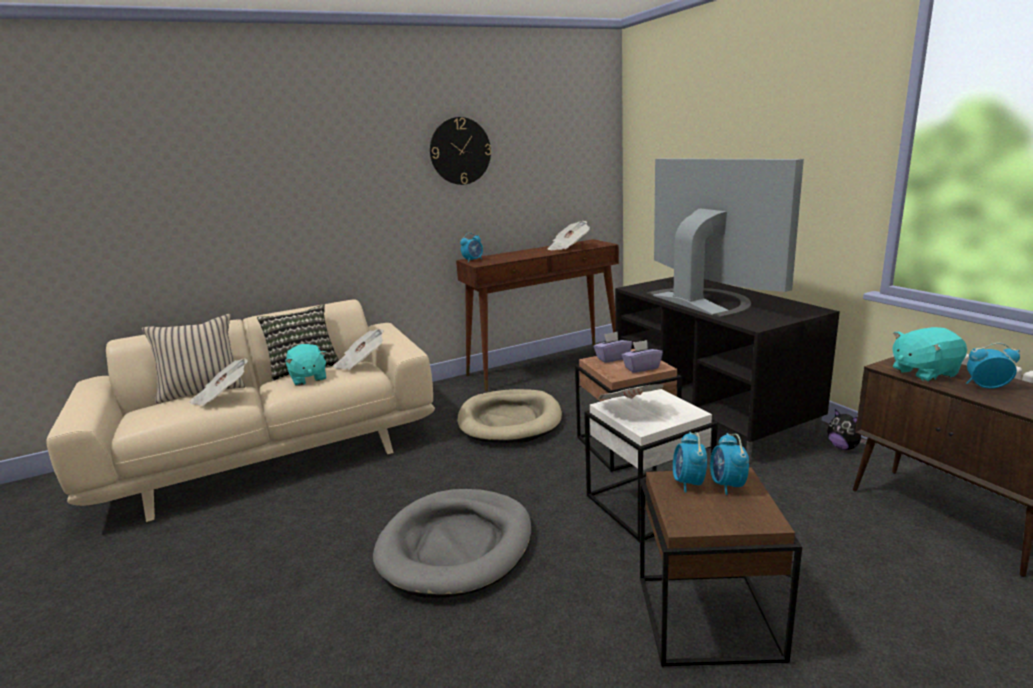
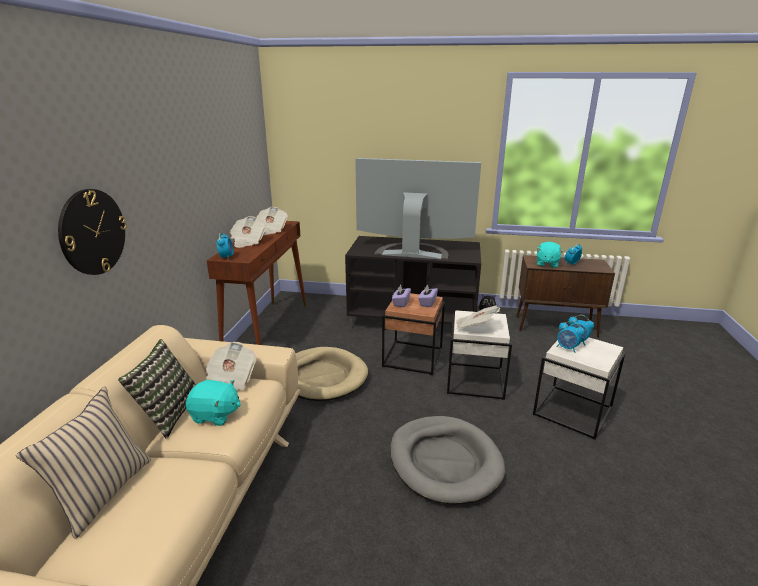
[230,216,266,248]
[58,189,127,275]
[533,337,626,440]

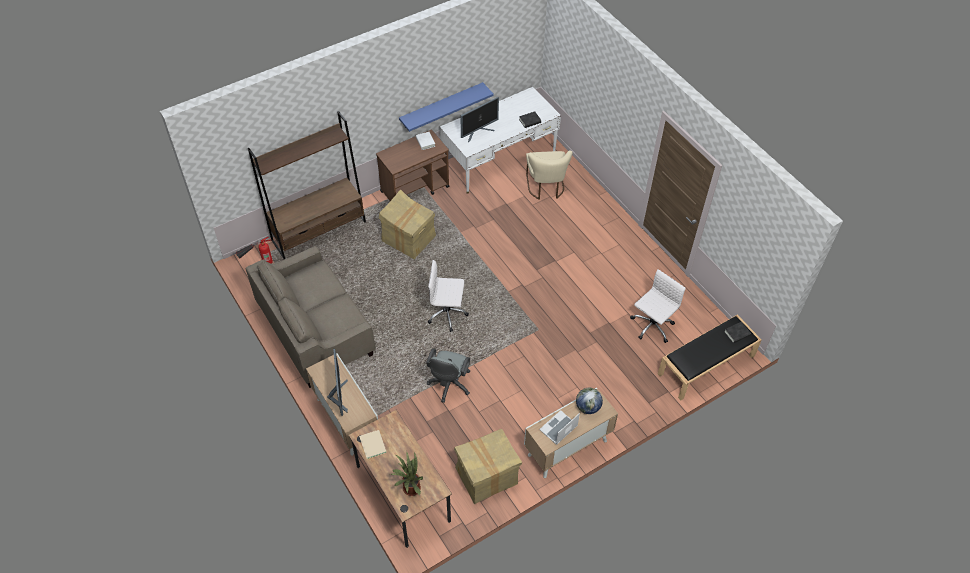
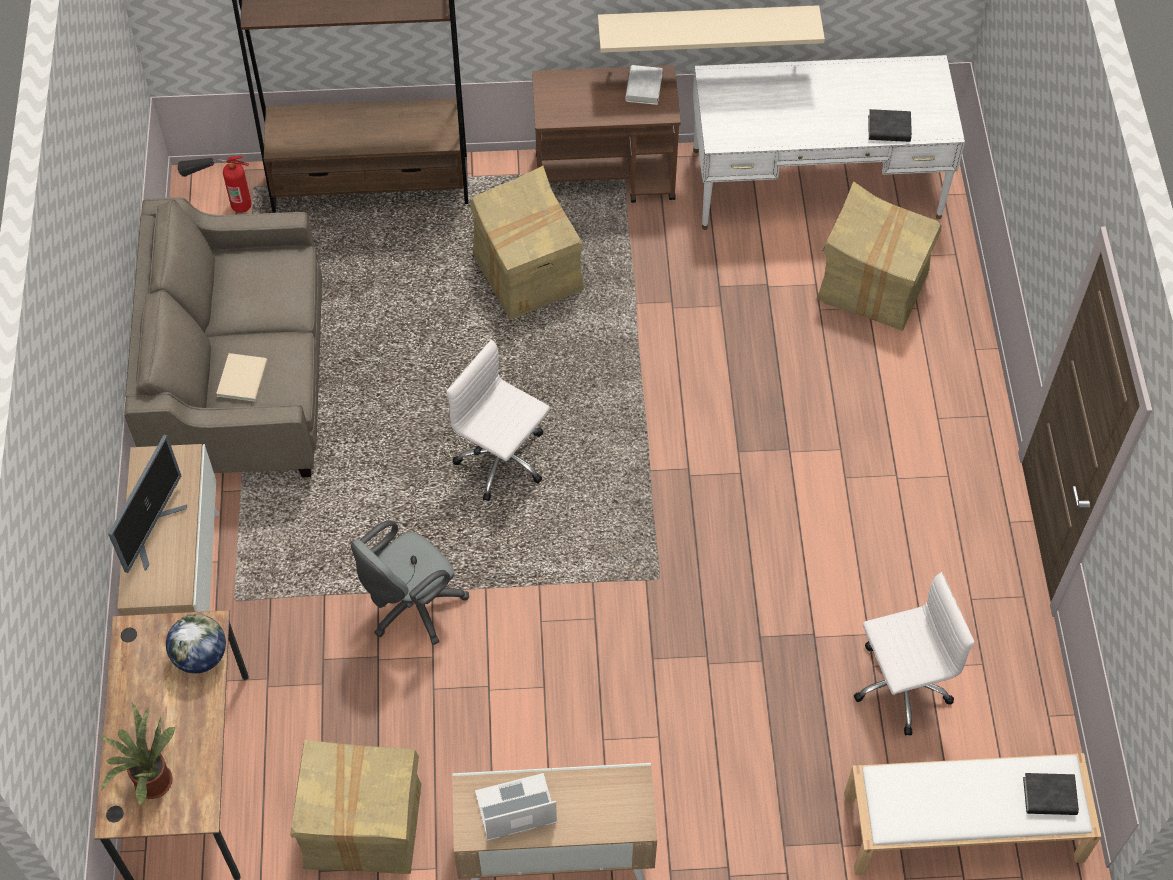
[461,97,499,142] (first image)
[216,353,267,402]
[166,614,226,674]
[817,181,941,331]
[598,5,825,53]
[844,753,1101,875]

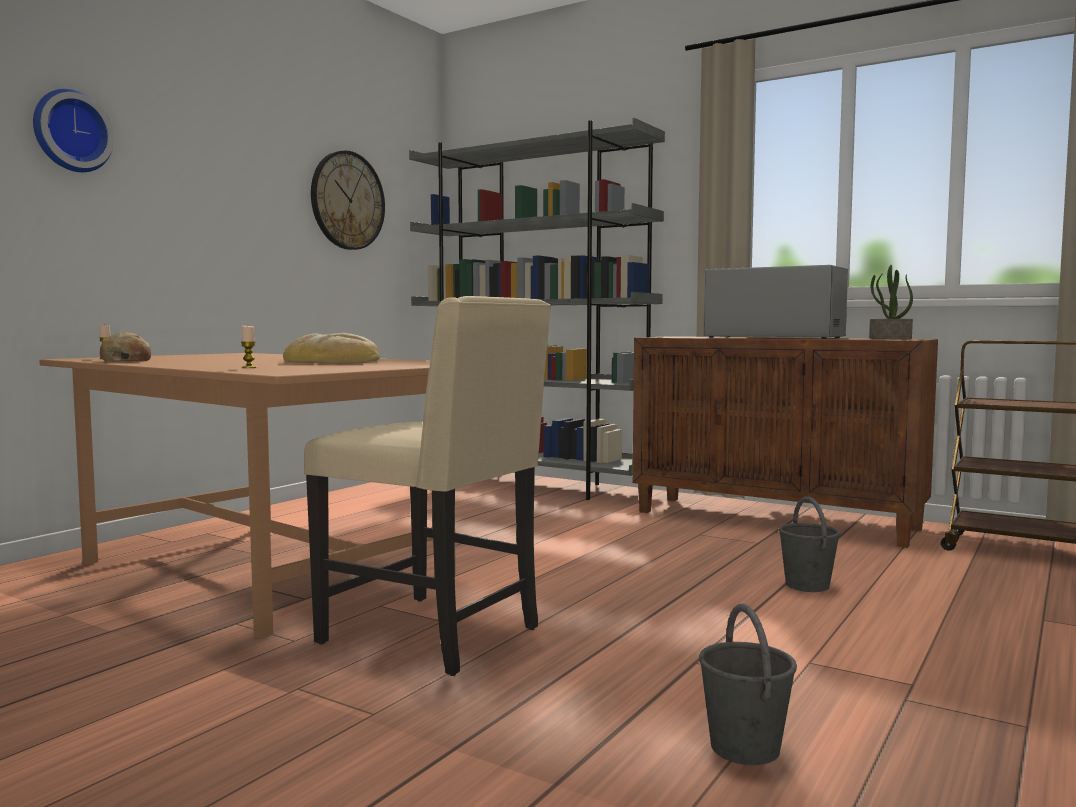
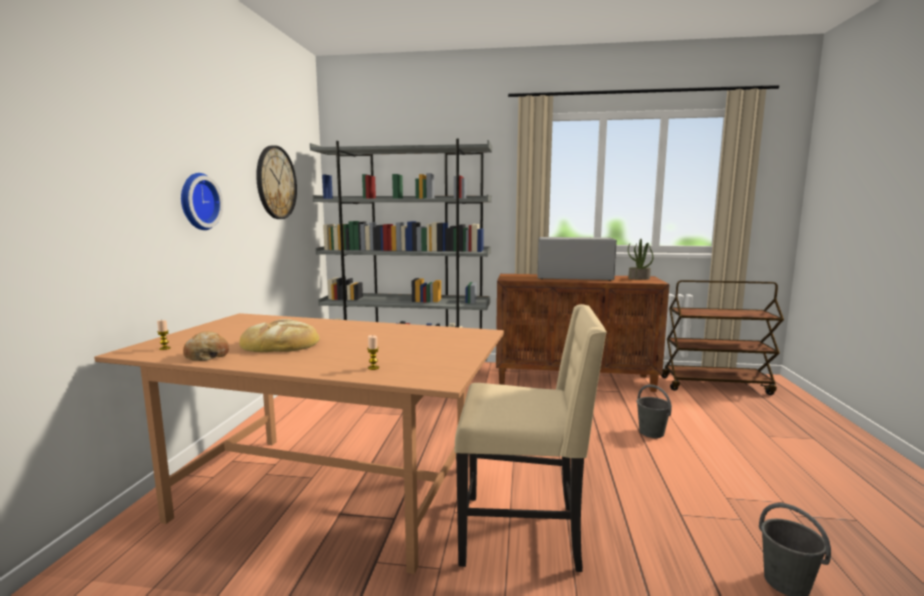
[181,173,223,230]
[239,319,320,352]

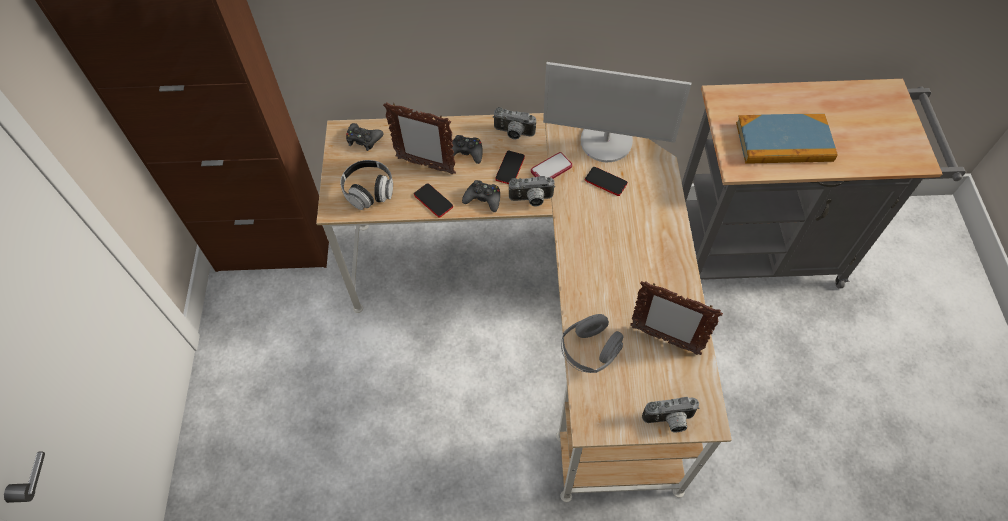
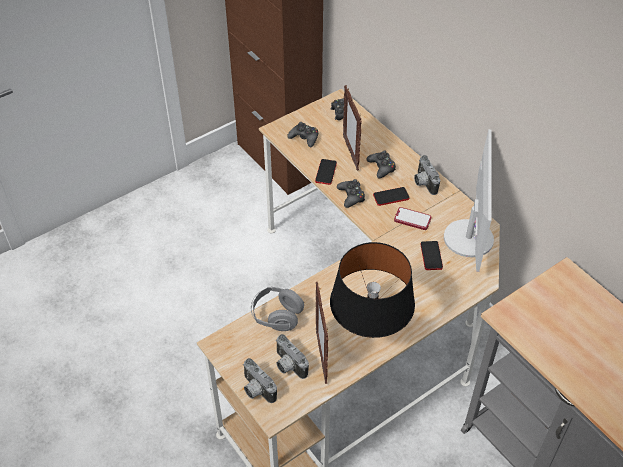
[736,114,838,164] (first image)
[330,242,415,338]
[275,334,309,379]
[287,122,318,147]
[444,129,494,272]

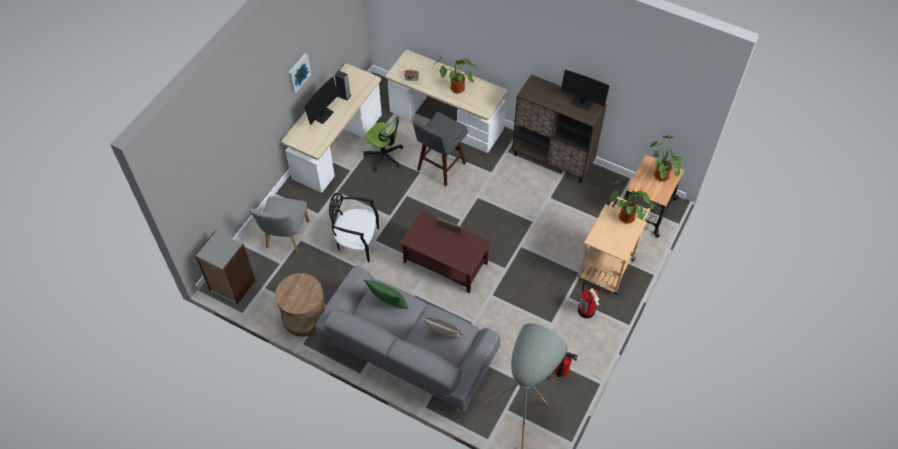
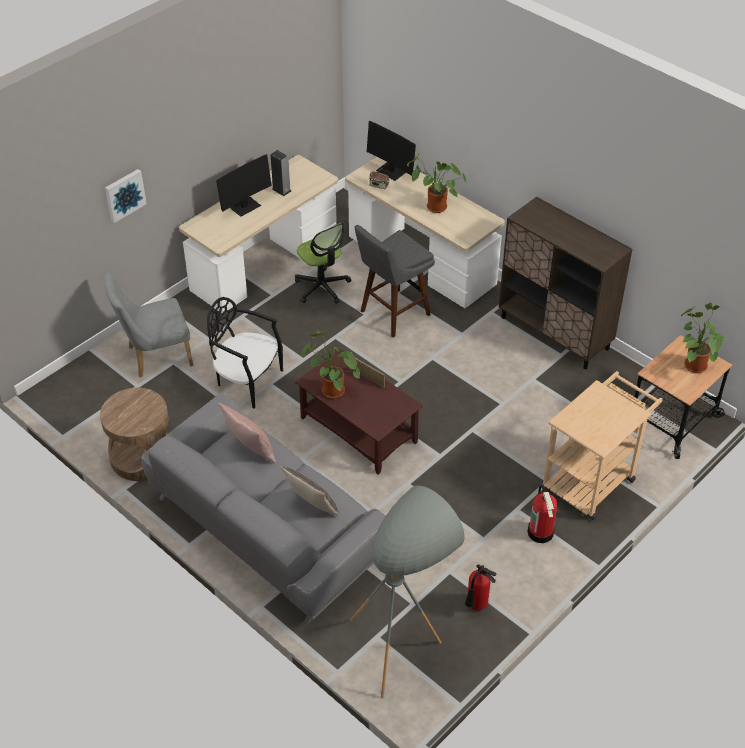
[195,230,256,305] (first image)
[105,169,147,223]
[367,121,416,181]
[301,329,360,399]
[218,402,276,463]
[104,272,193,378]

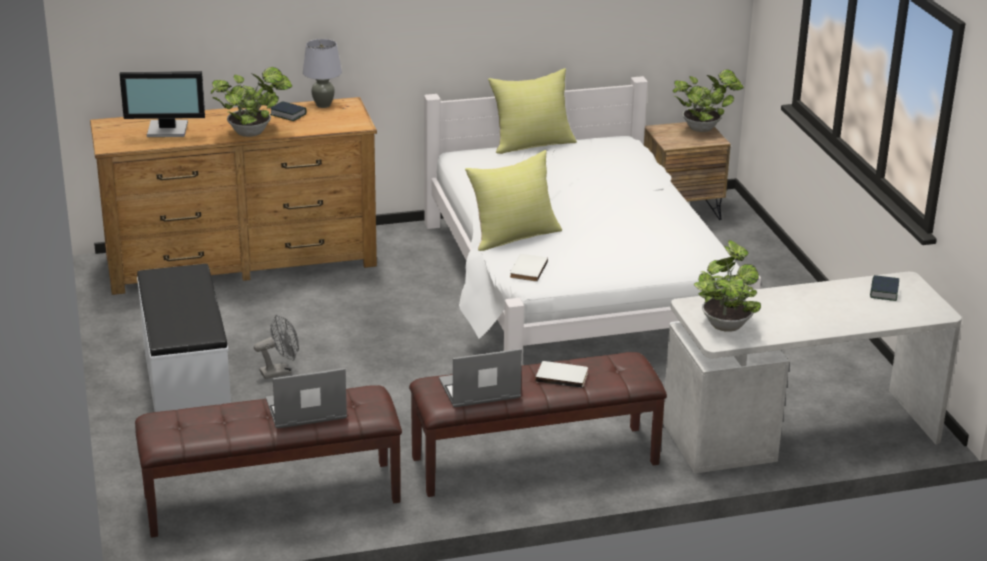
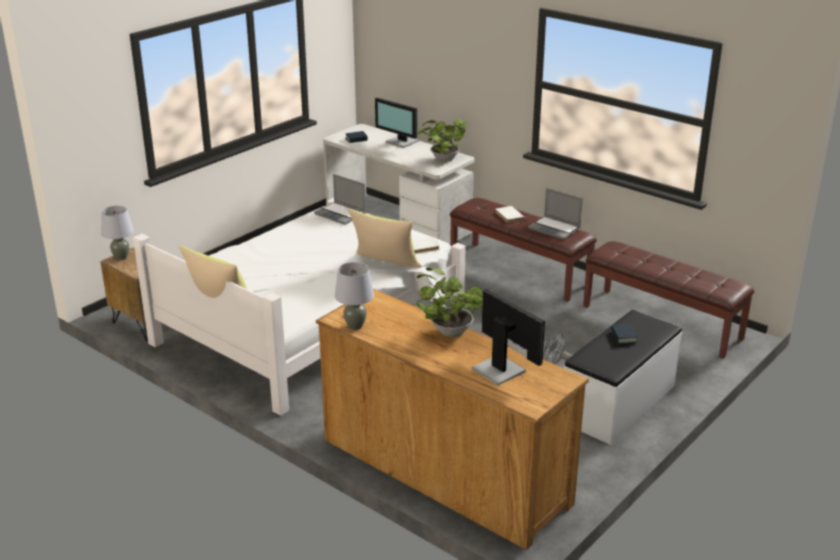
[375,97,419,148]
[314,174,366,225]
[611,324,637,344]
[101,206,134,260]

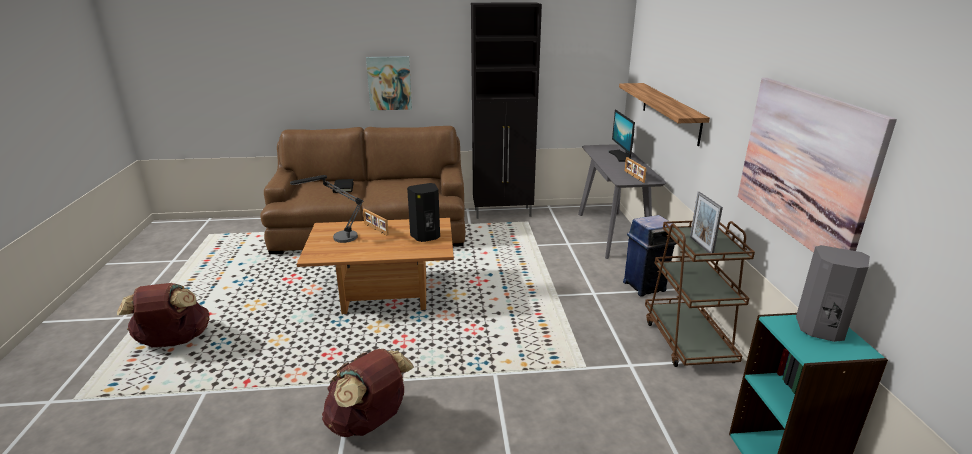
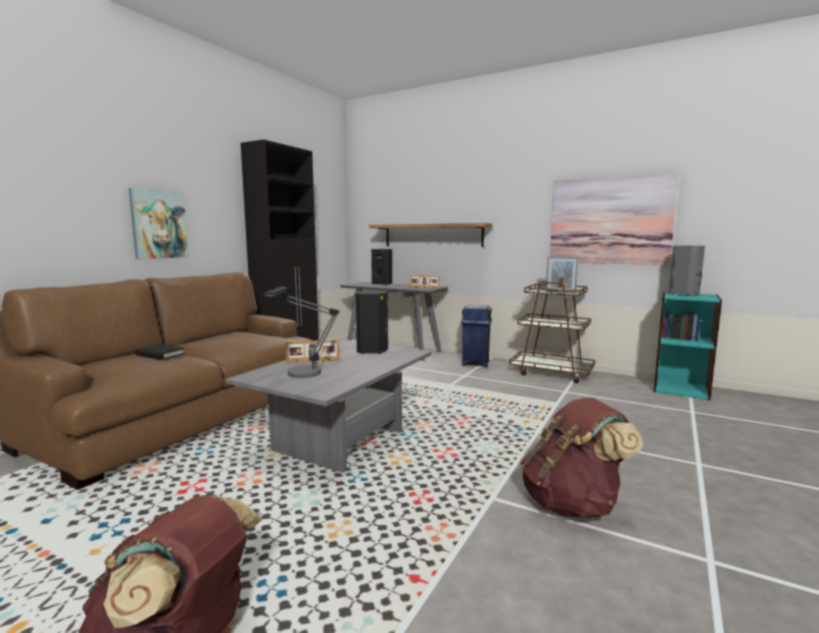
[371,249,392,285]
[225,340,432,473]

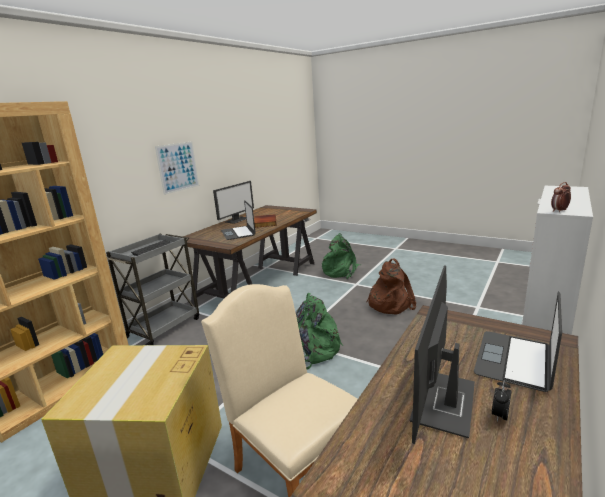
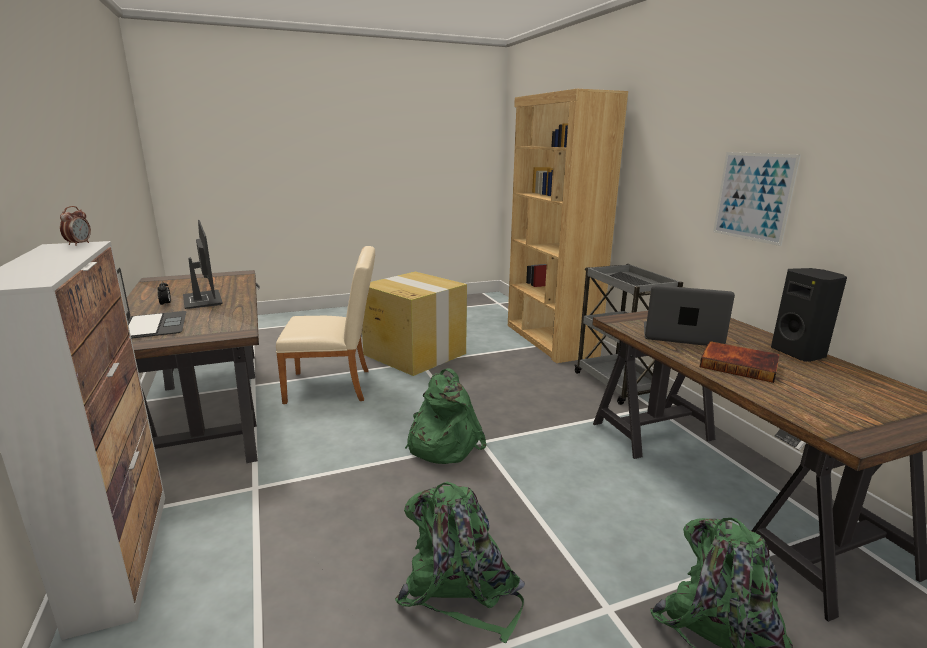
[771,268,847,362]
[395,482,525,643]

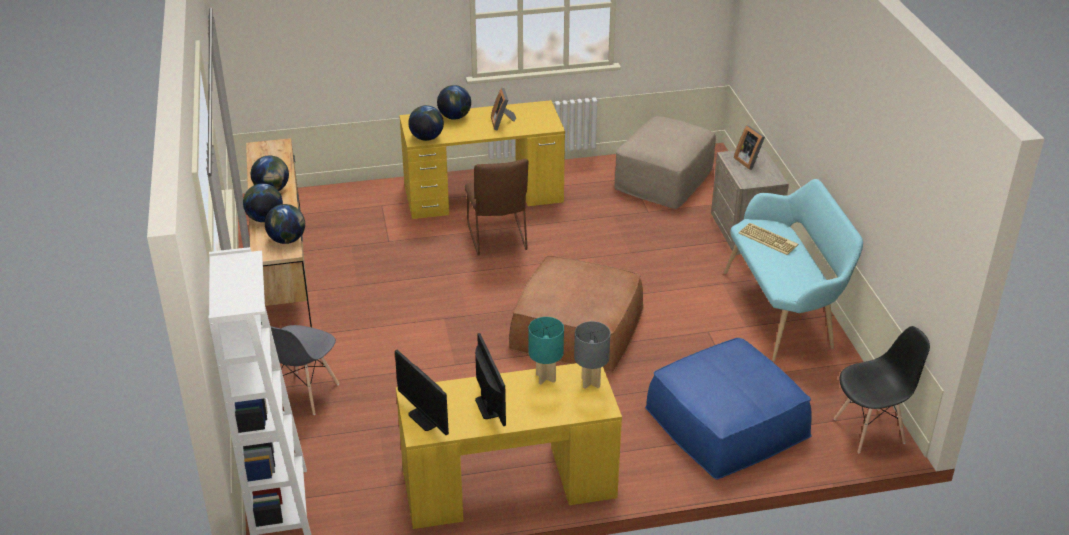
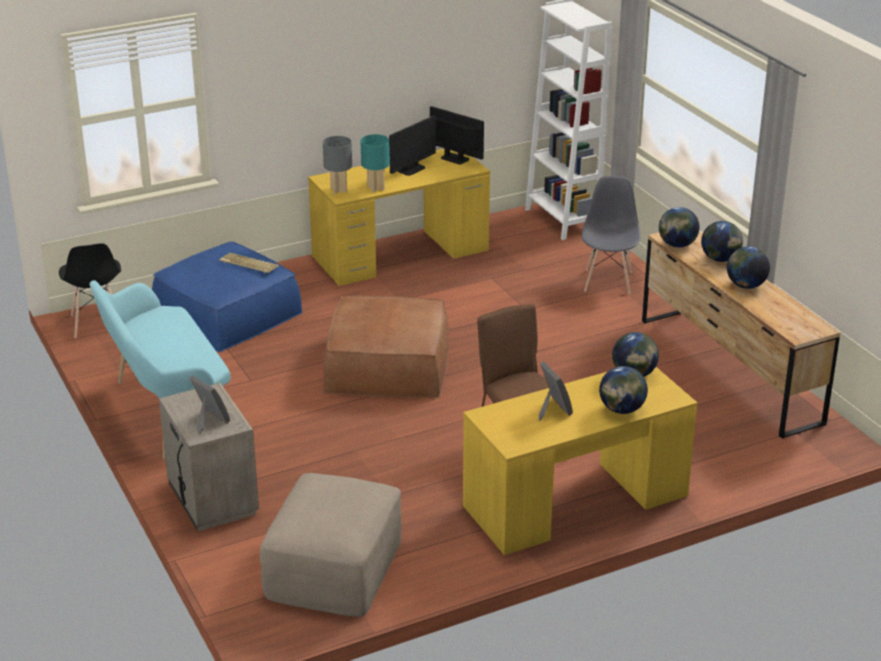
[219,253,279,273]
[389,115,436,176]
[59,243,121,338]

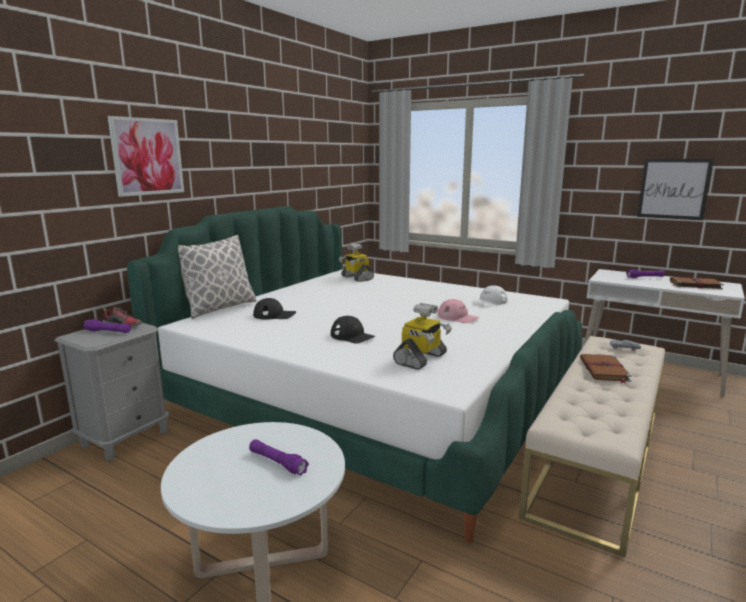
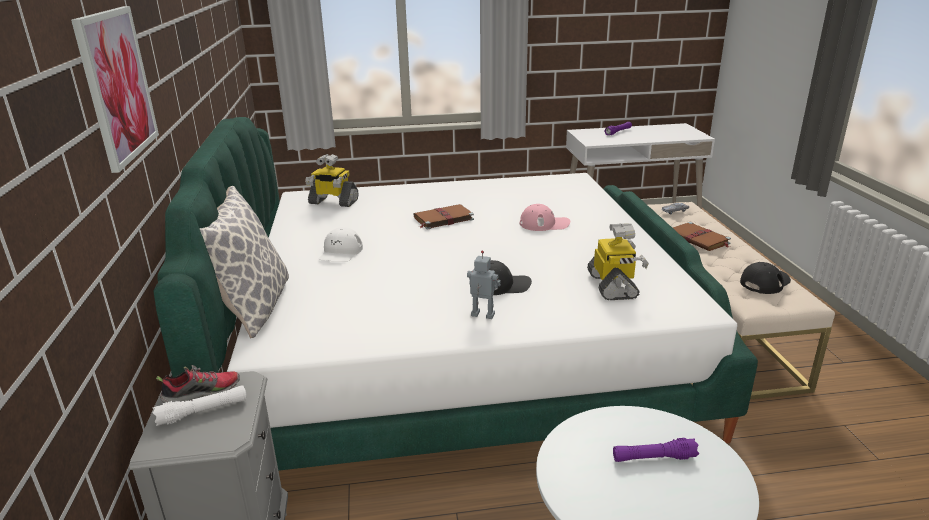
[637,159,714,220] (first image)
[467,251,501,319]
[740,262,791,294]
[318,227,363,262]
[413,204,474,229]
[152,385,247,426]

